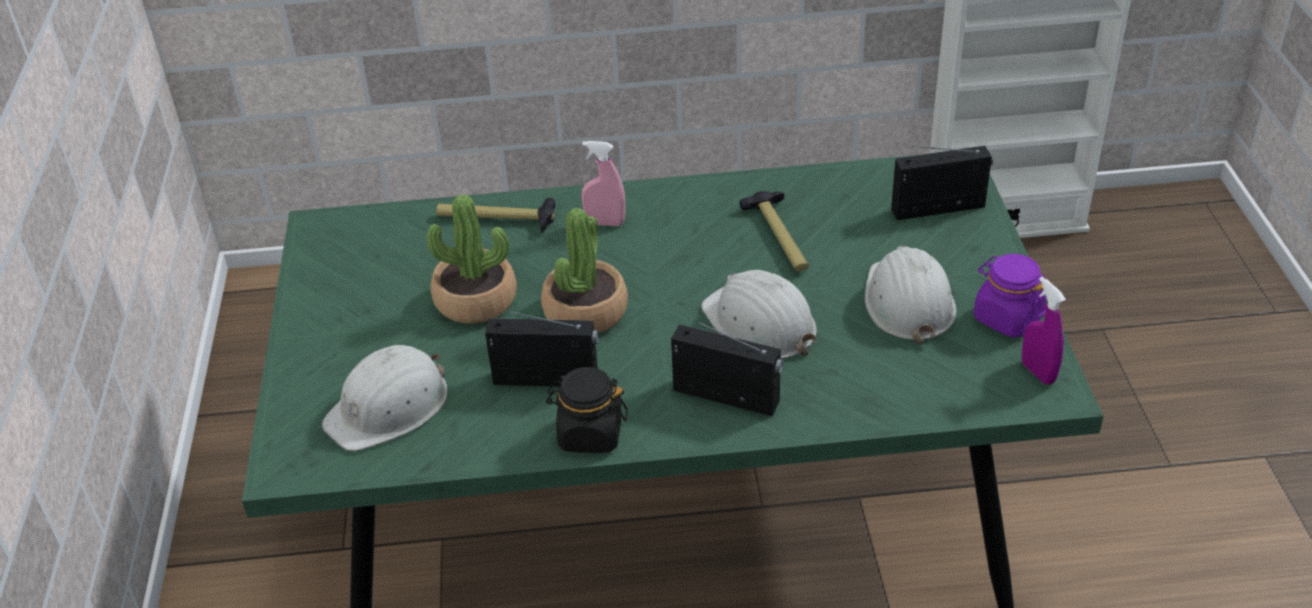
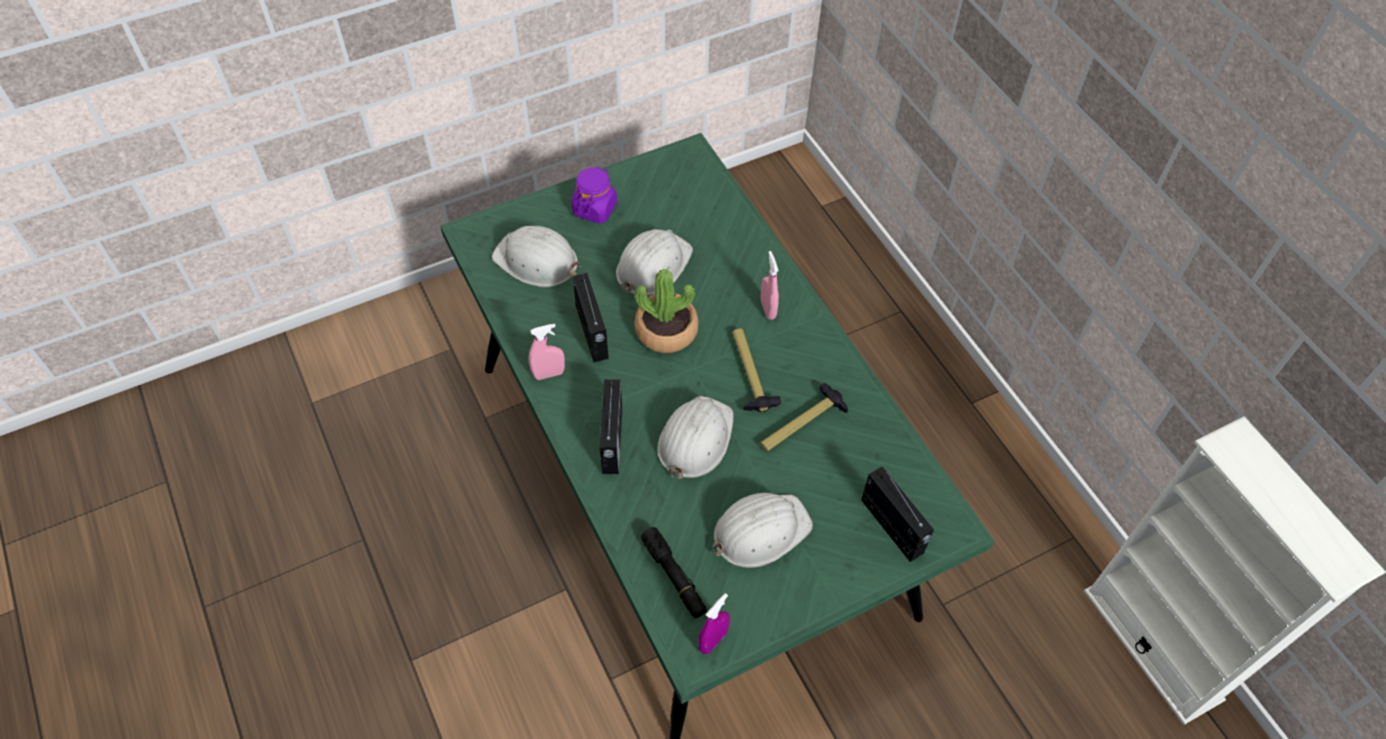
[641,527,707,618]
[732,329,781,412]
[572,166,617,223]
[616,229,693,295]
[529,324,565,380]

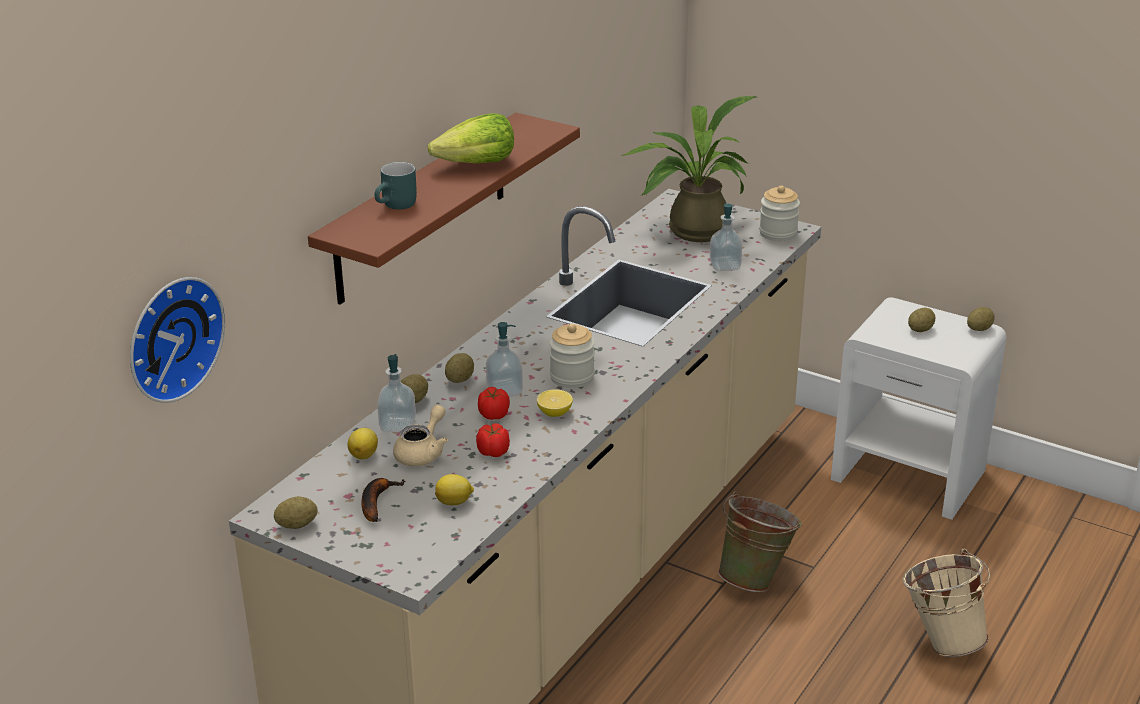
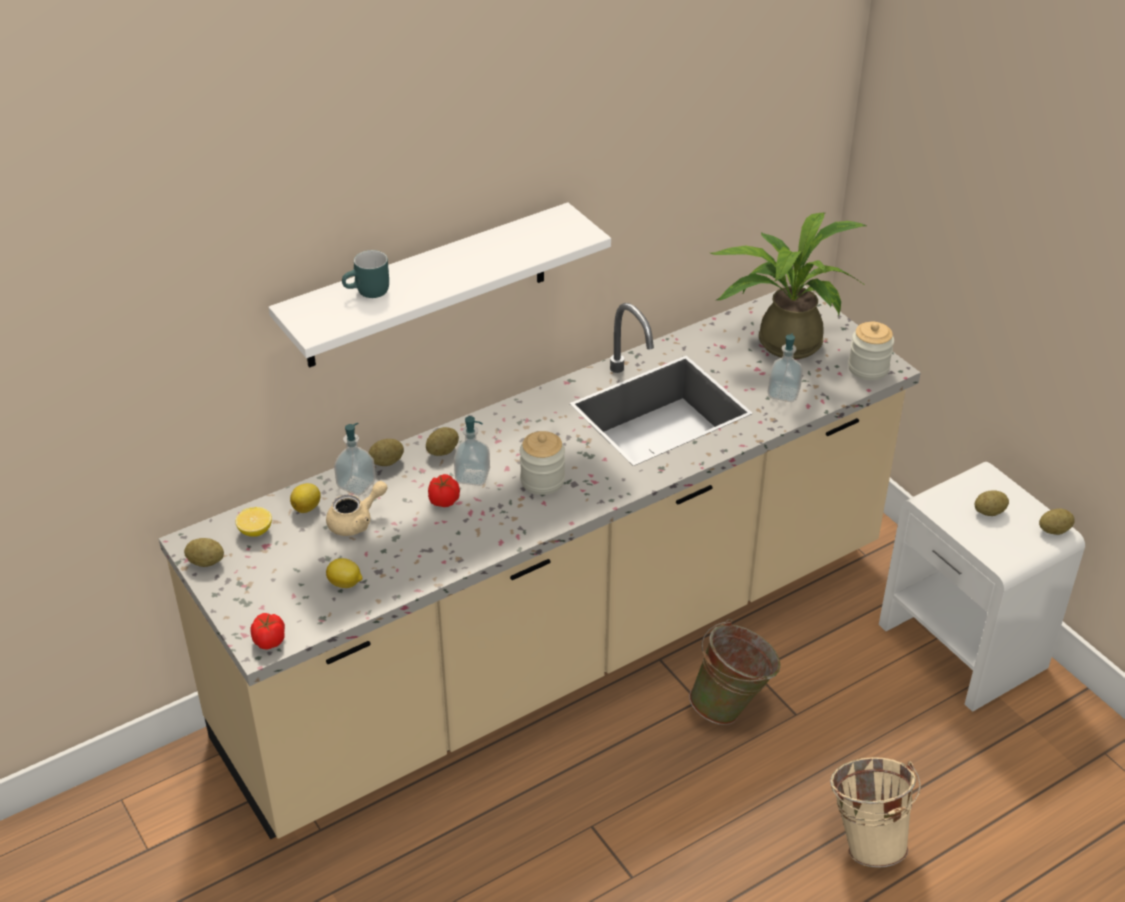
[130,277,225,403] (first image)
[362,478,406,522] (first image)
[428,113,514,163] (first image)
[250,613,285,649]
[235,507,272,537]
[268,202,611,368]

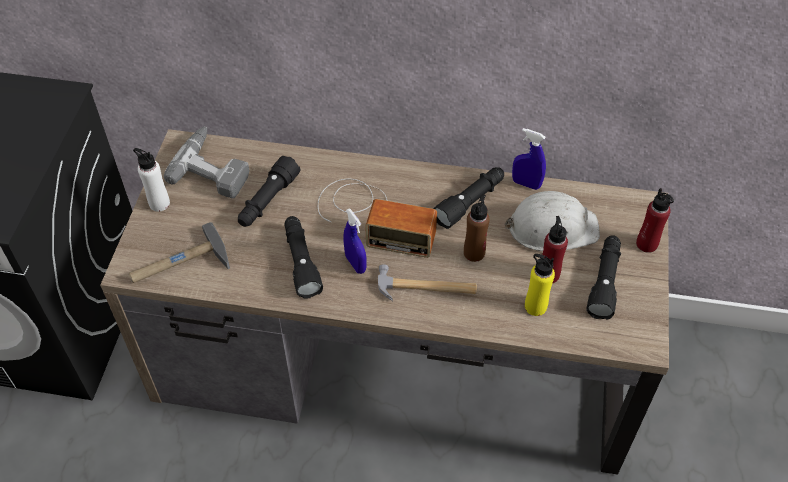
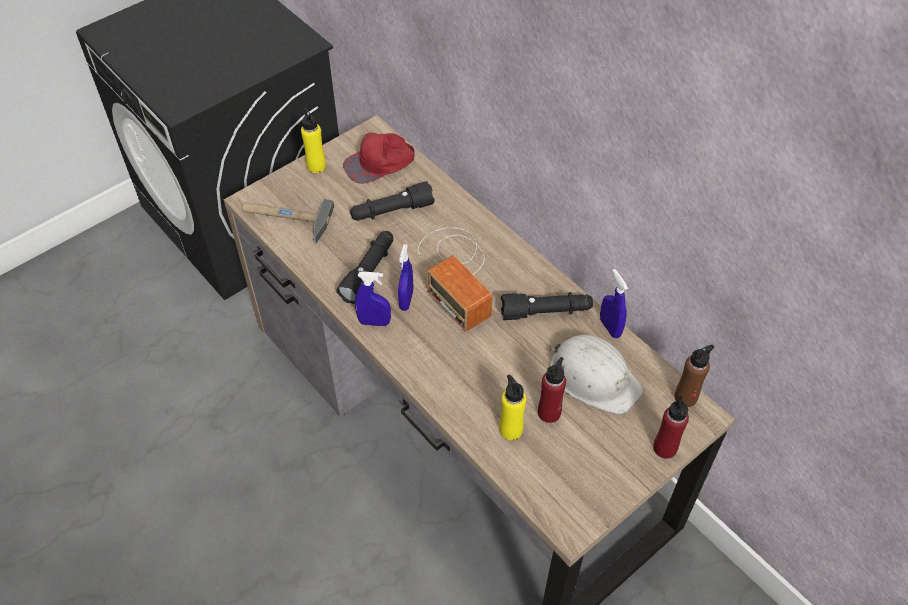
[378,264,477,301] (first image)
[587,235,621,319] (first image)
[355,271,391,326]
[675,345,714,407]
[343,132,415,184]
[301,107,326,173]

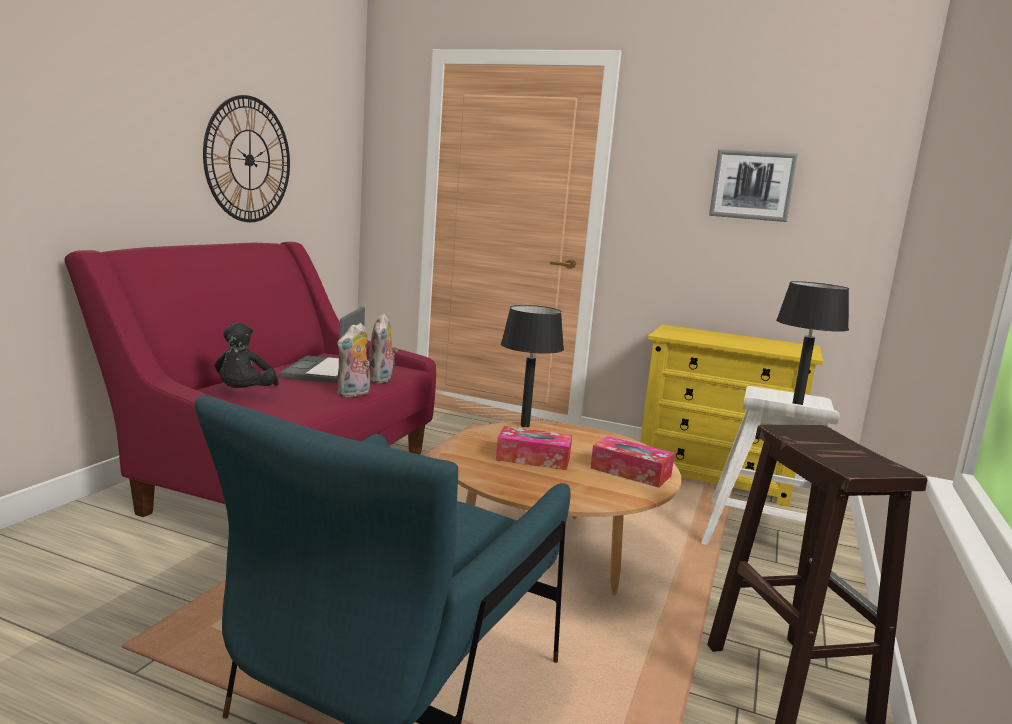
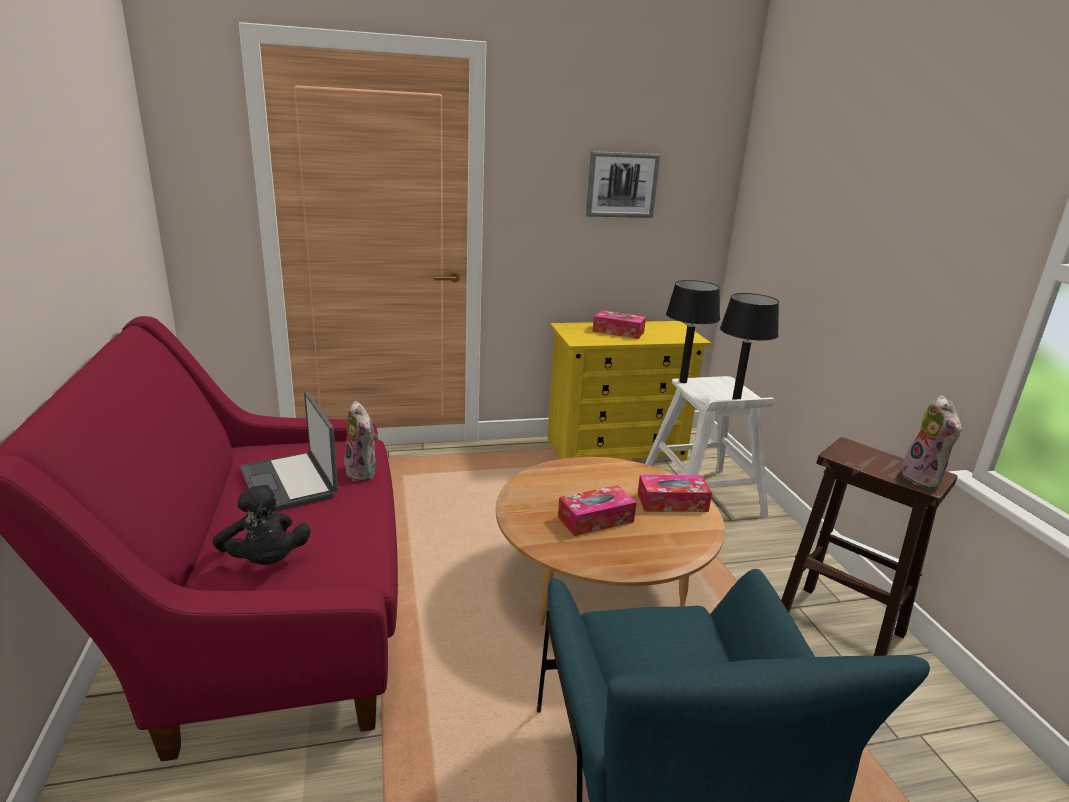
[203,95,290,222] (first image)
[593,310,646,339]
[902,395,962,489]
[666,280,720,383]

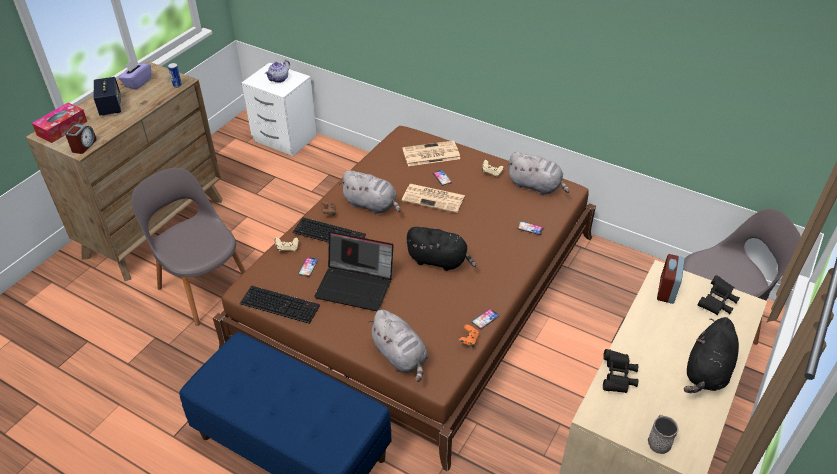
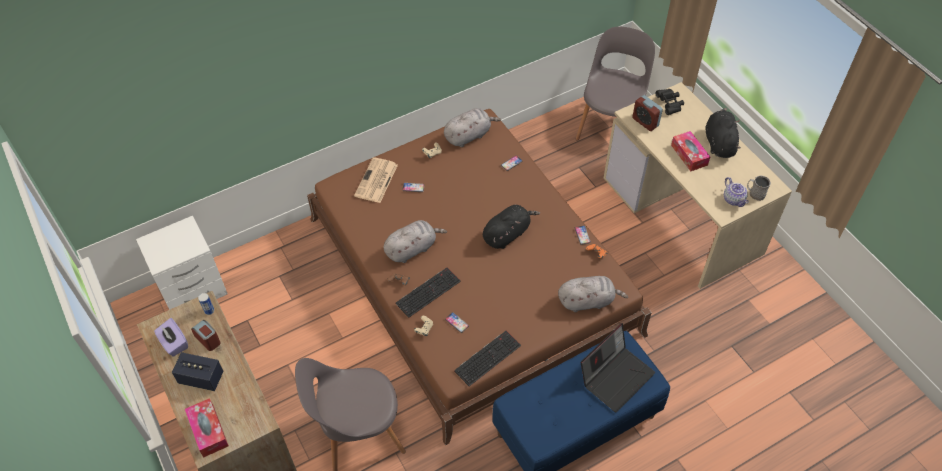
[402,184,465,213] (first image)
[603,349,638,393] (first image)
[671,131,710,171]
[191,320,221,351]
[724,177,749,207]
[581,323,655,412]
[705,108,741,158]

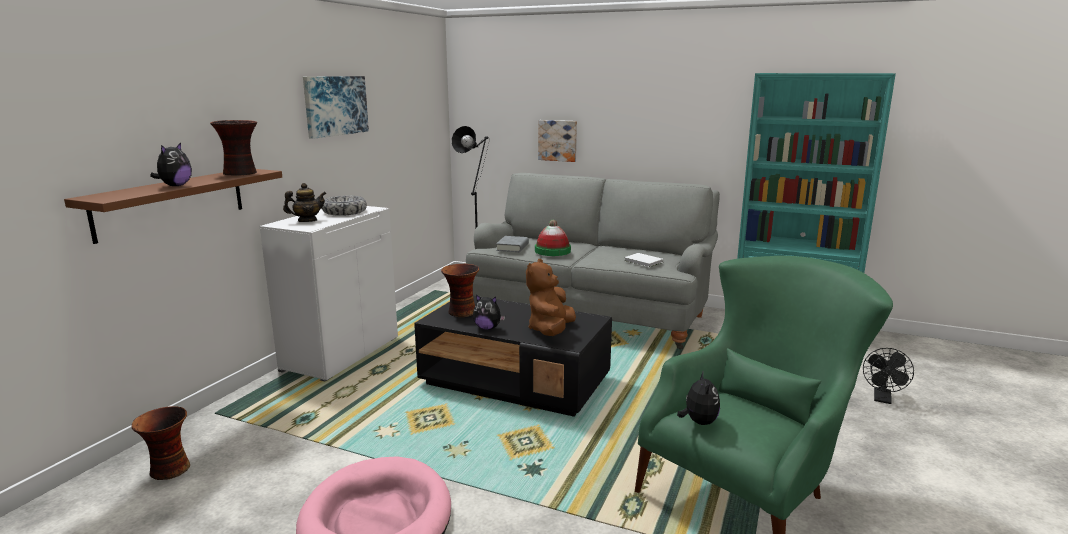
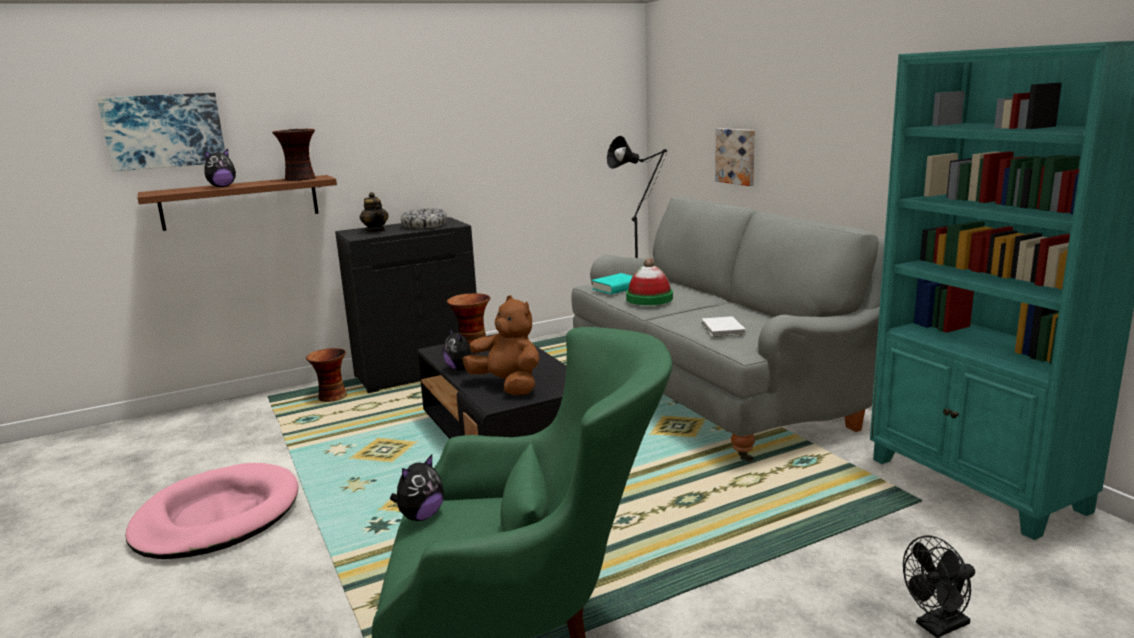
[306,348,347,402]
[97,93,225,172]
[335,217,477,393]
[592,273,633,294]
[360,192,388,232]
[462,295,540,395]

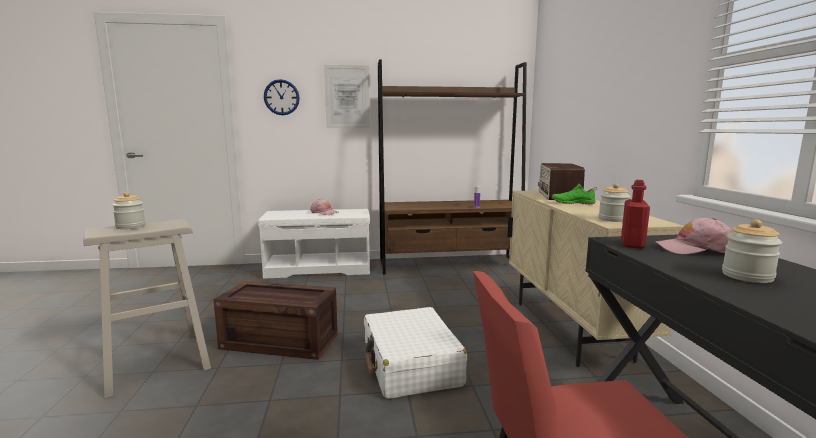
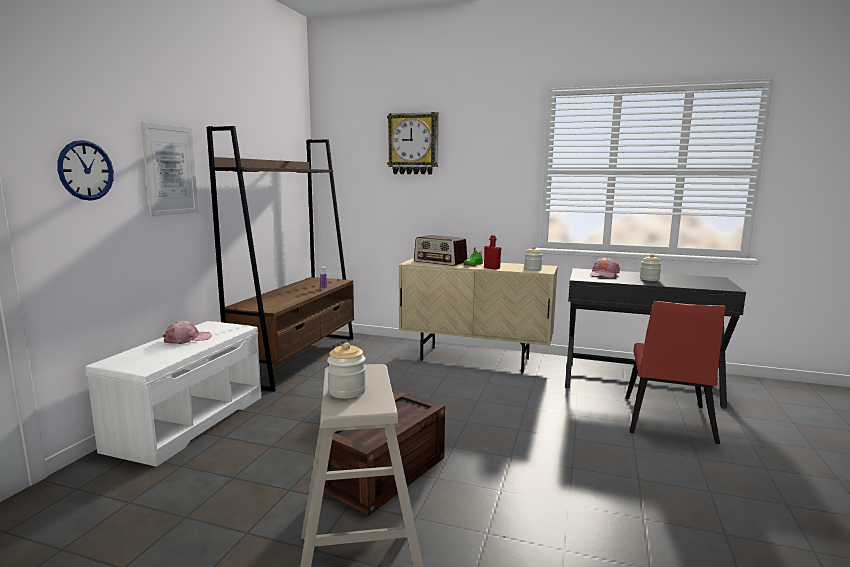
[364,307,467,399] (first image)
[387,112,439,174]
[484,235,501,270]

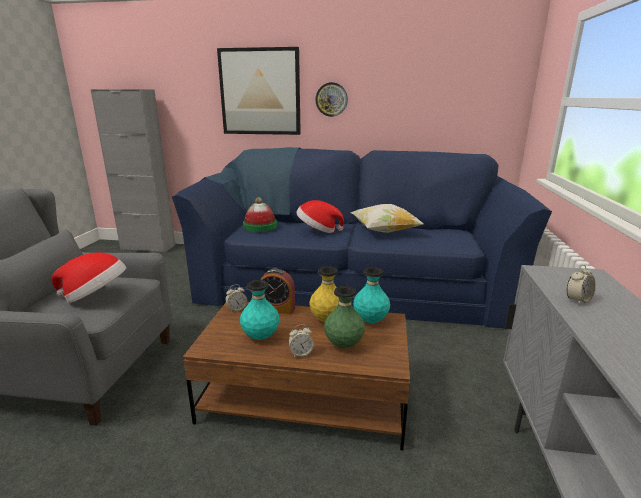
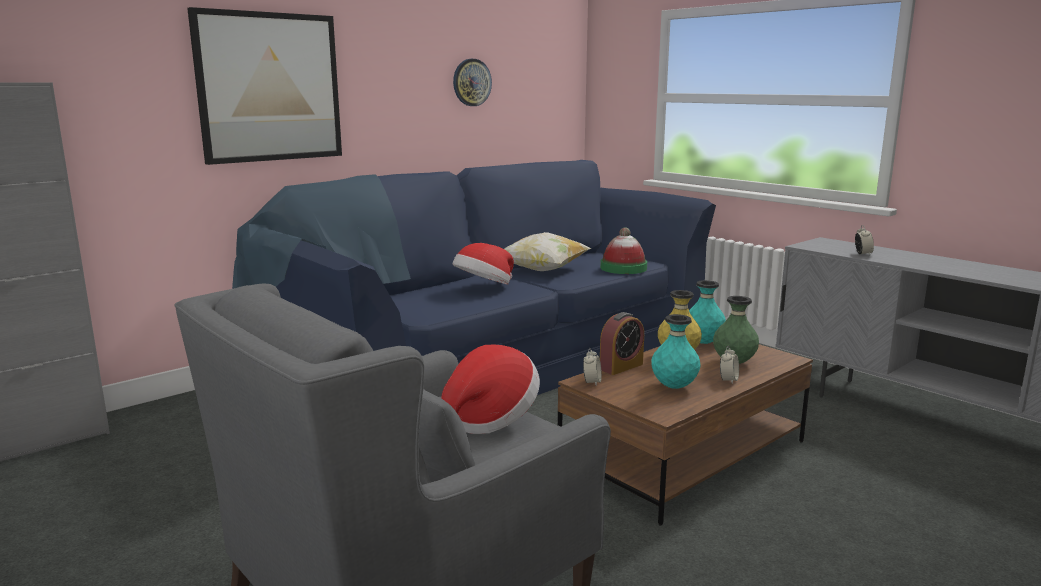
[600,227,647,274]
[453,59,492,106]

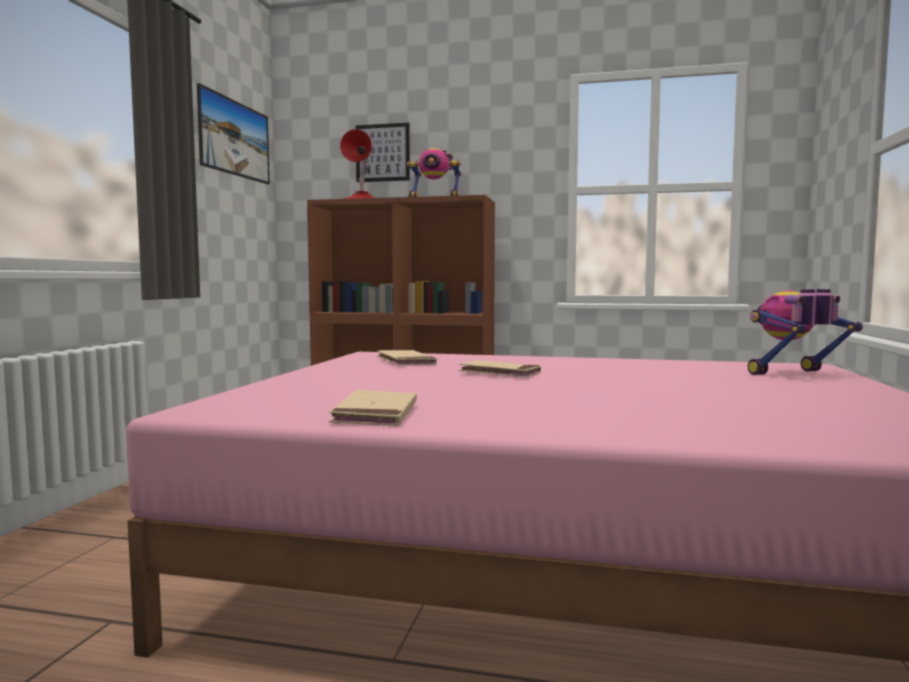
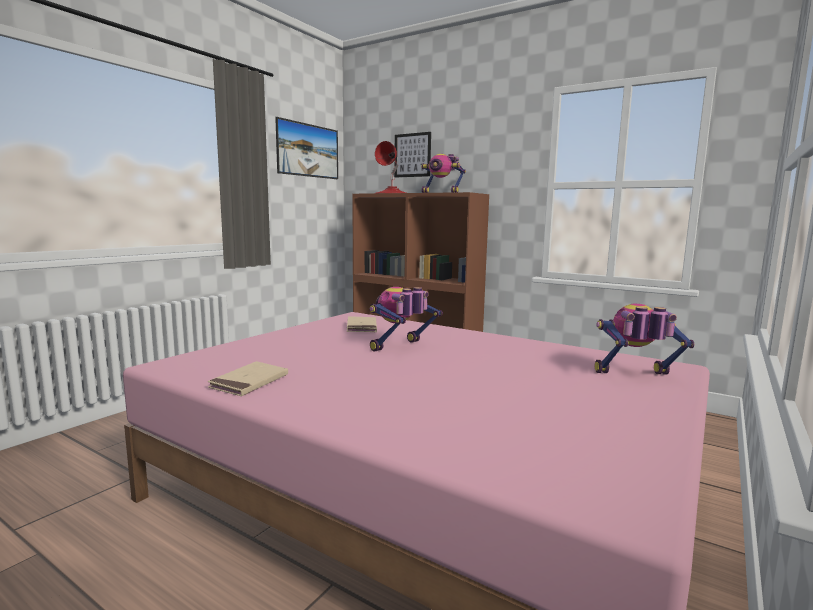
[370,287,443,352]

